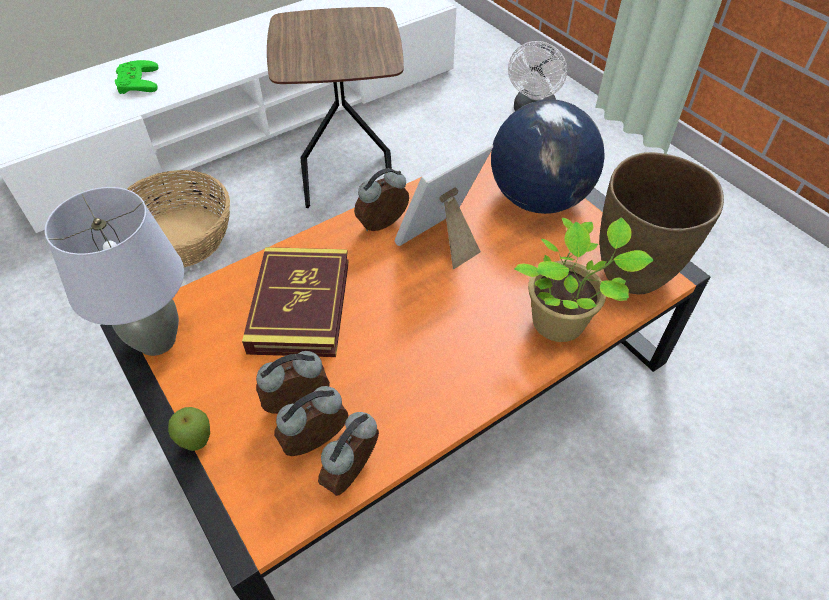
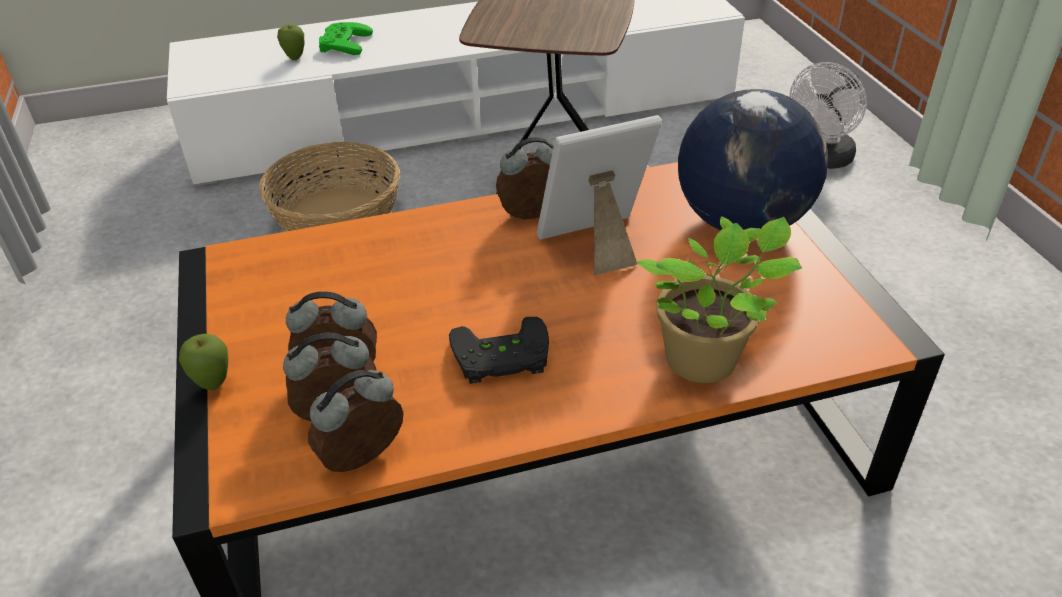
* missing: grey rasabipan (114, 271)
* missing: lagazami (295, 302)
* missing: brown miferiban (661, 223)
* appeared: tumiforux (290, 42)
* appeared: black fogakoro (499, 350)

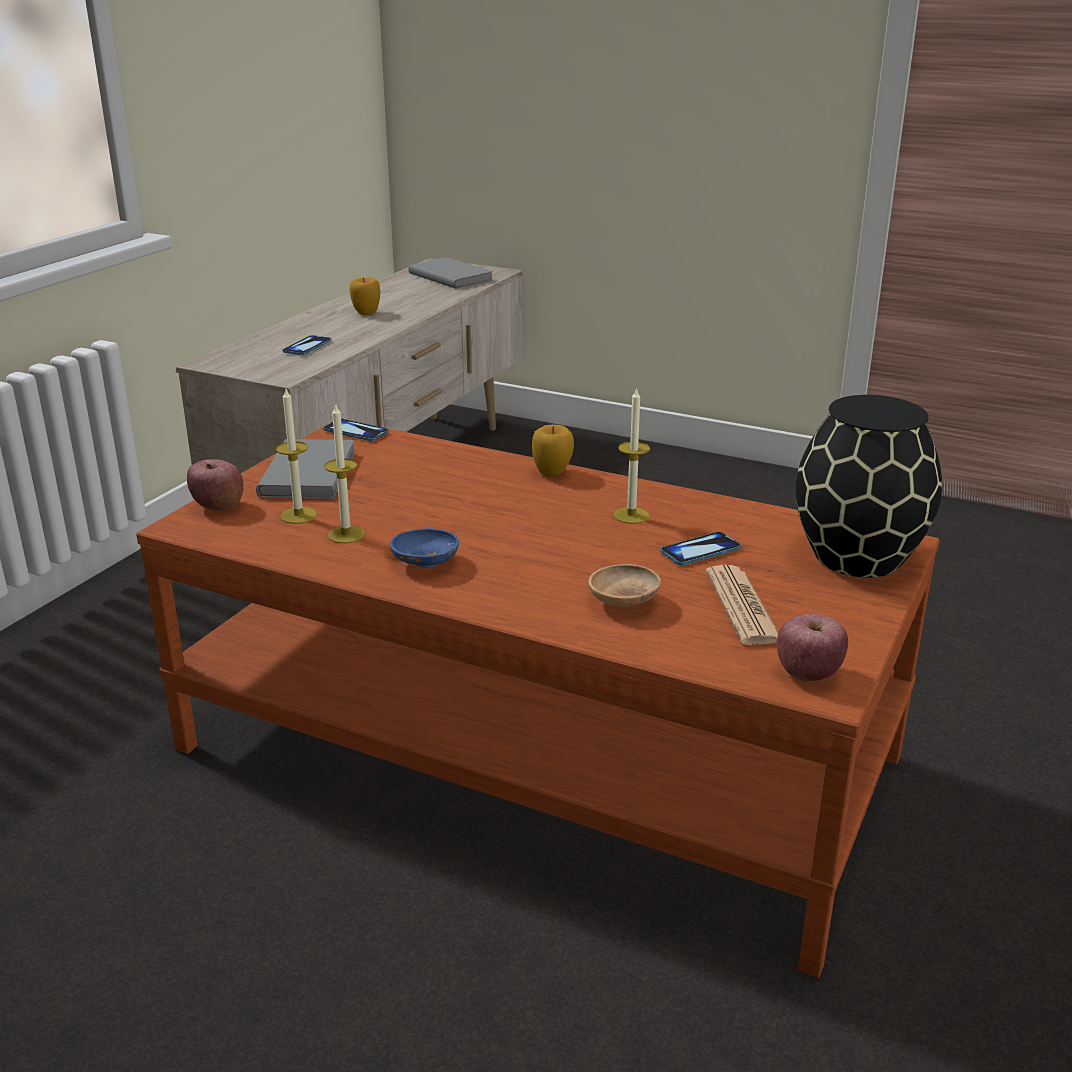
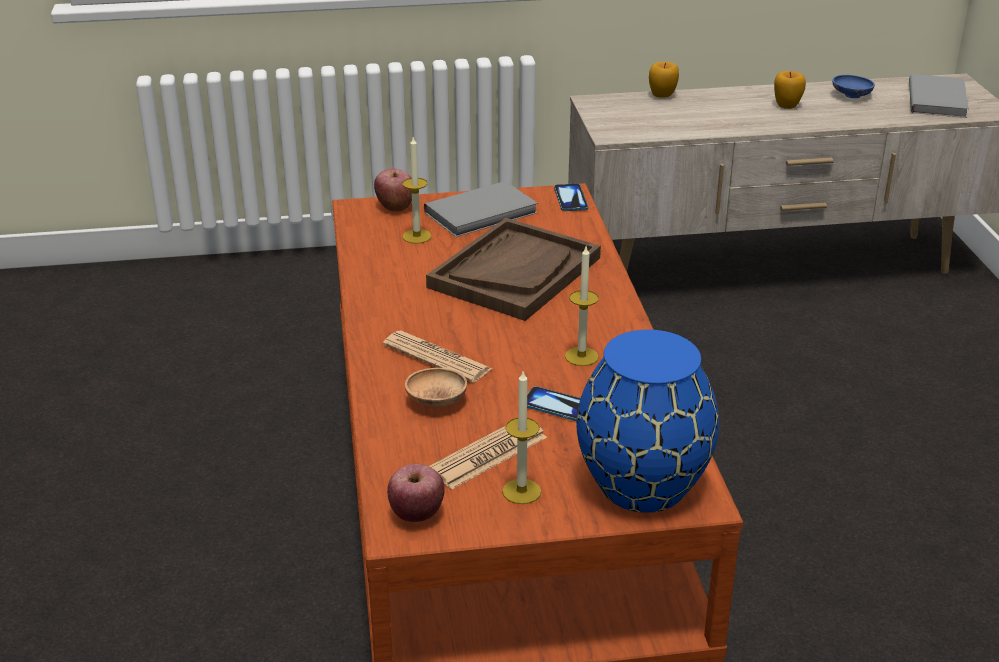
* missing: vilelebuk (307, 345)
* appeared: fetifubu (438, 357)
* appeared: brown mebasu (513, 269)
* relocated: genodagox (344, 473) to (521, 437)
* relocated: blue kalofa (424, 548) to (853, 86)
* relocated: tumiforux (553, 450) to (664, 80)
* colour: black miferiban (868, 486) to blue miferiban (647, 421)

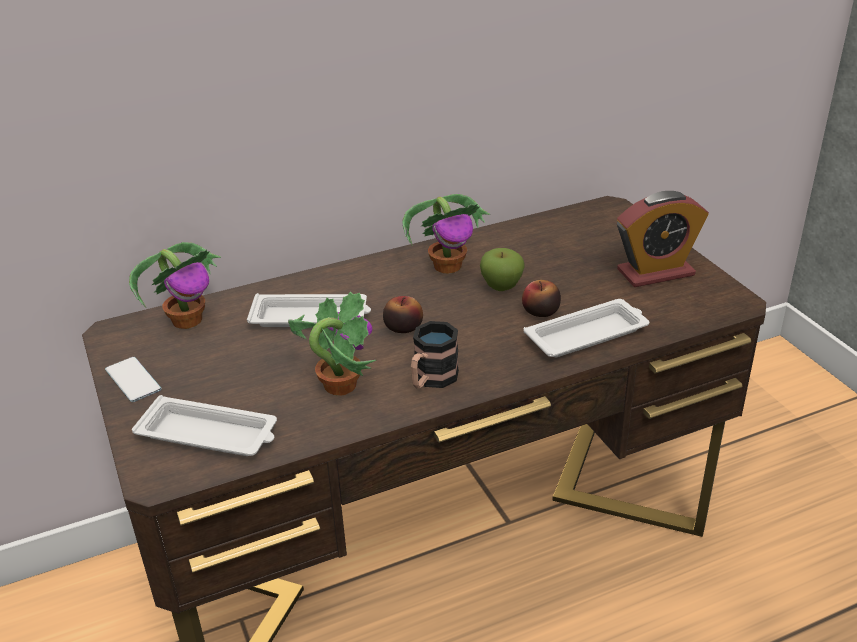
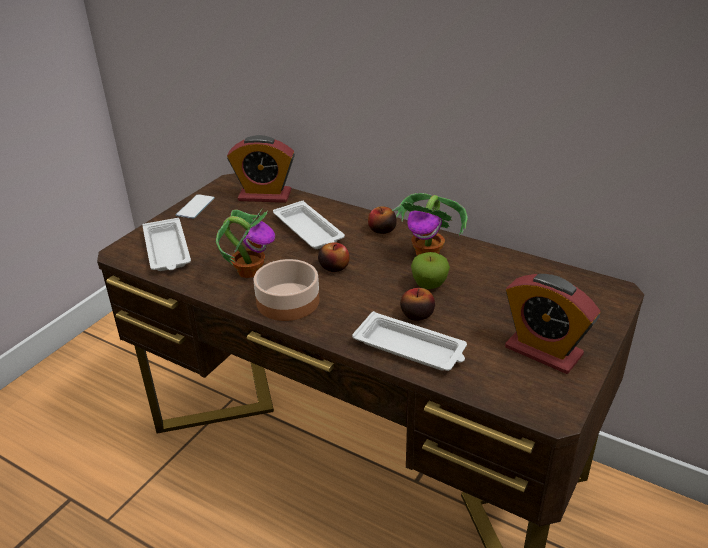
* appeared: tumiforux (382, 220)
* exchanged: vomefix (175, 285) to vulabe (261, 169)
* exchanged: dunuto (435, 355) to kalofa (286, 290)

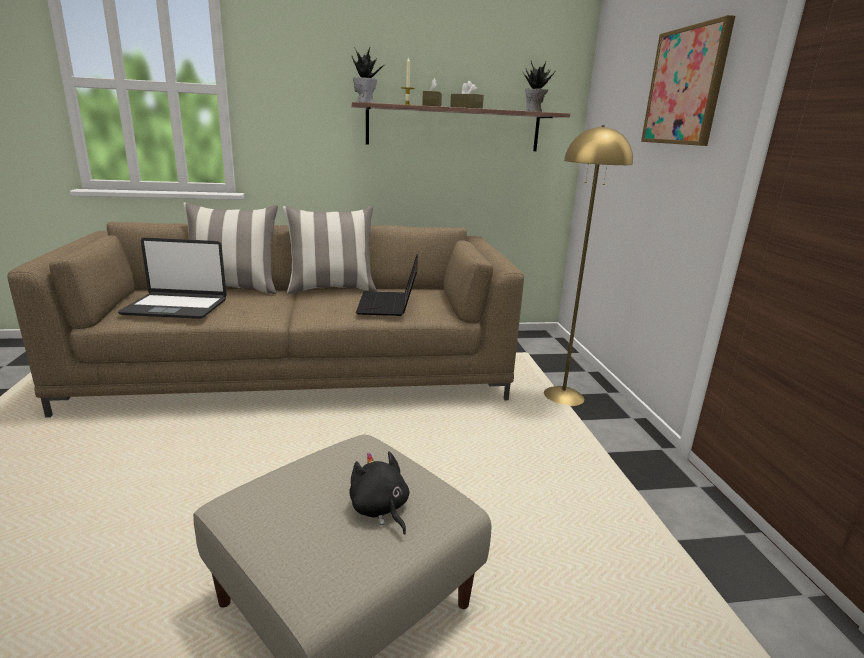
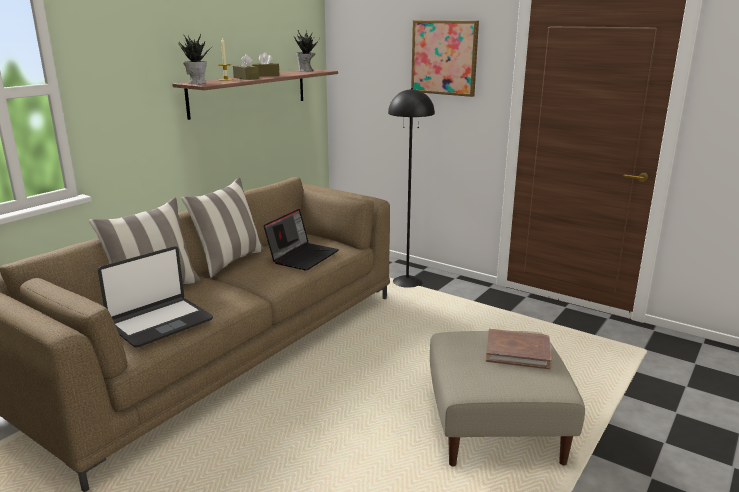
* exchanged: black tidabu (379, 492) to brown lagazami (518, 349)
* colour: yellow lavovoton (588, 265) to black lavovoton (411, 188)
* spun: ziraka (387, 285) = (301, 240) 105 degrees counterclockwise

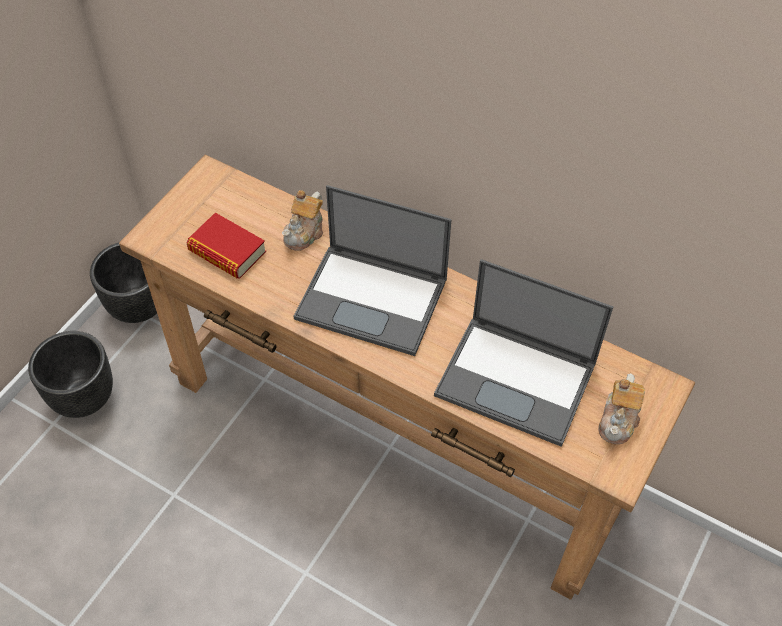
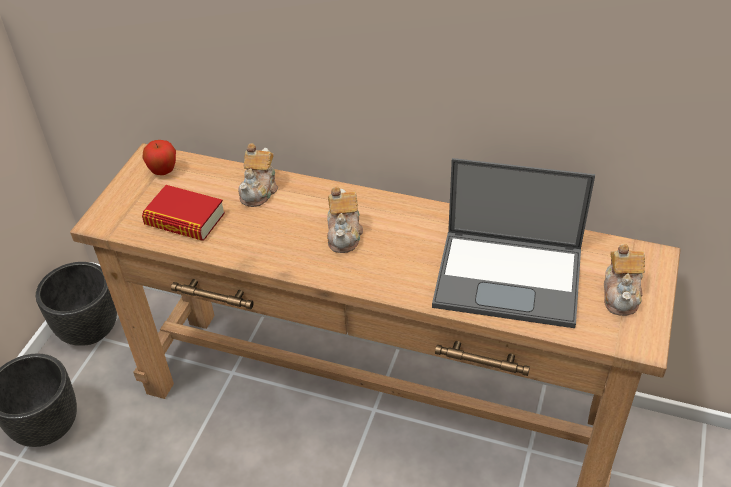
* appeared: tumiforux (159, 157)
* exchanged: ziraka (373, 270) to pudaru (345, 219)

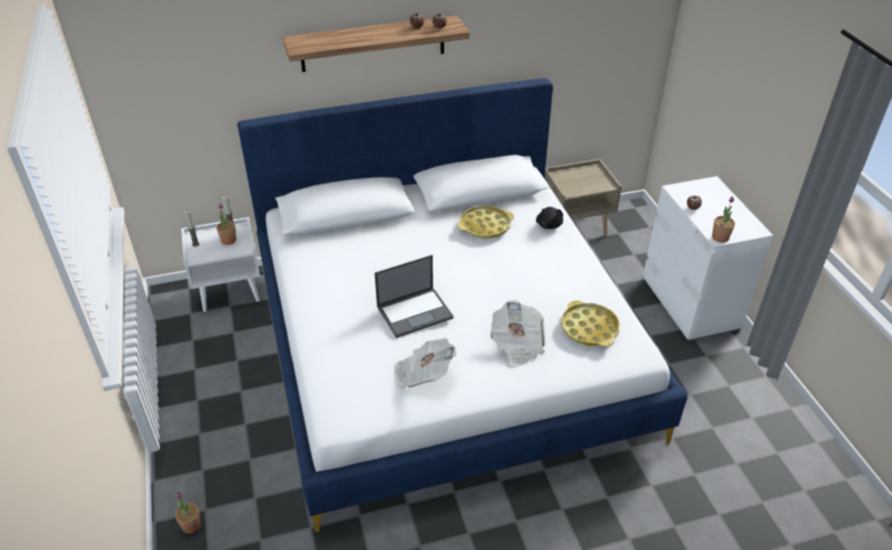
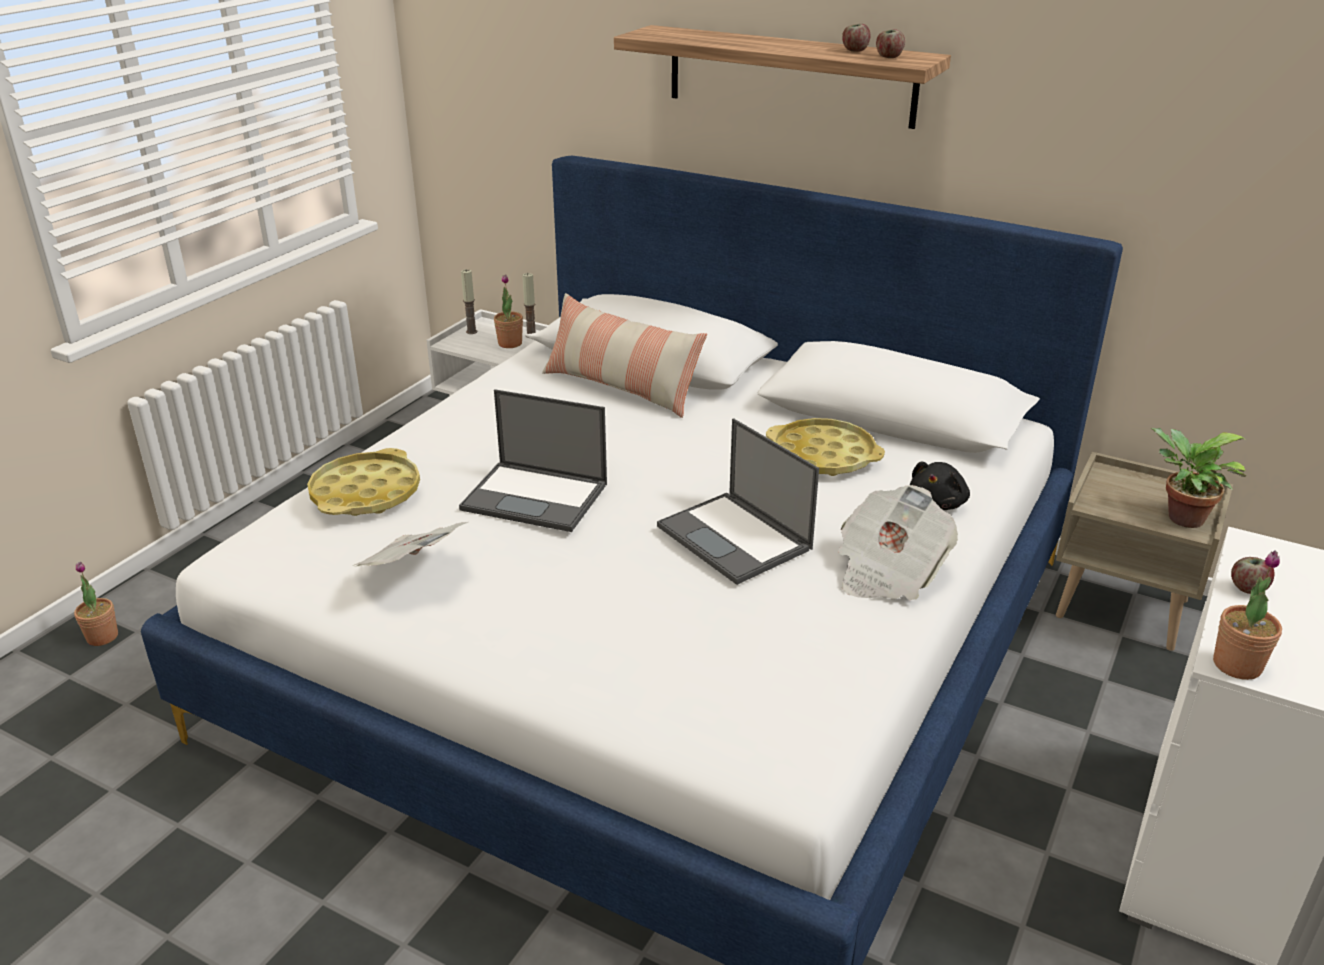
* appeared: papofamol (624, 355)
* appeared: ziraka (738, 501)
* appeared: vomefix (1198, 478)
* relocated: fetifubu (517, 333) to (898, 542)
* relocated: yellow mebasu (590, 323) to (363, 482)

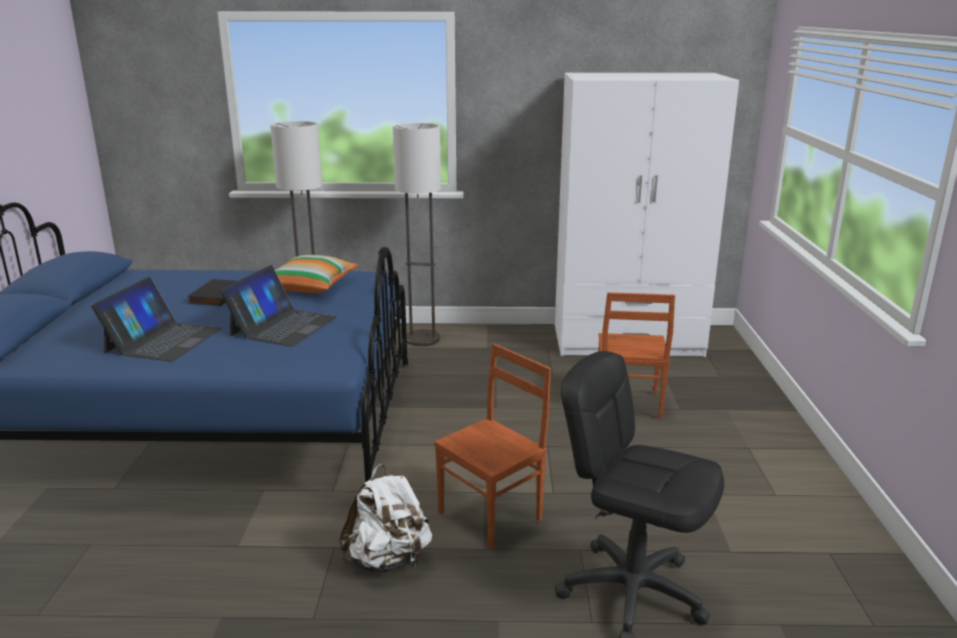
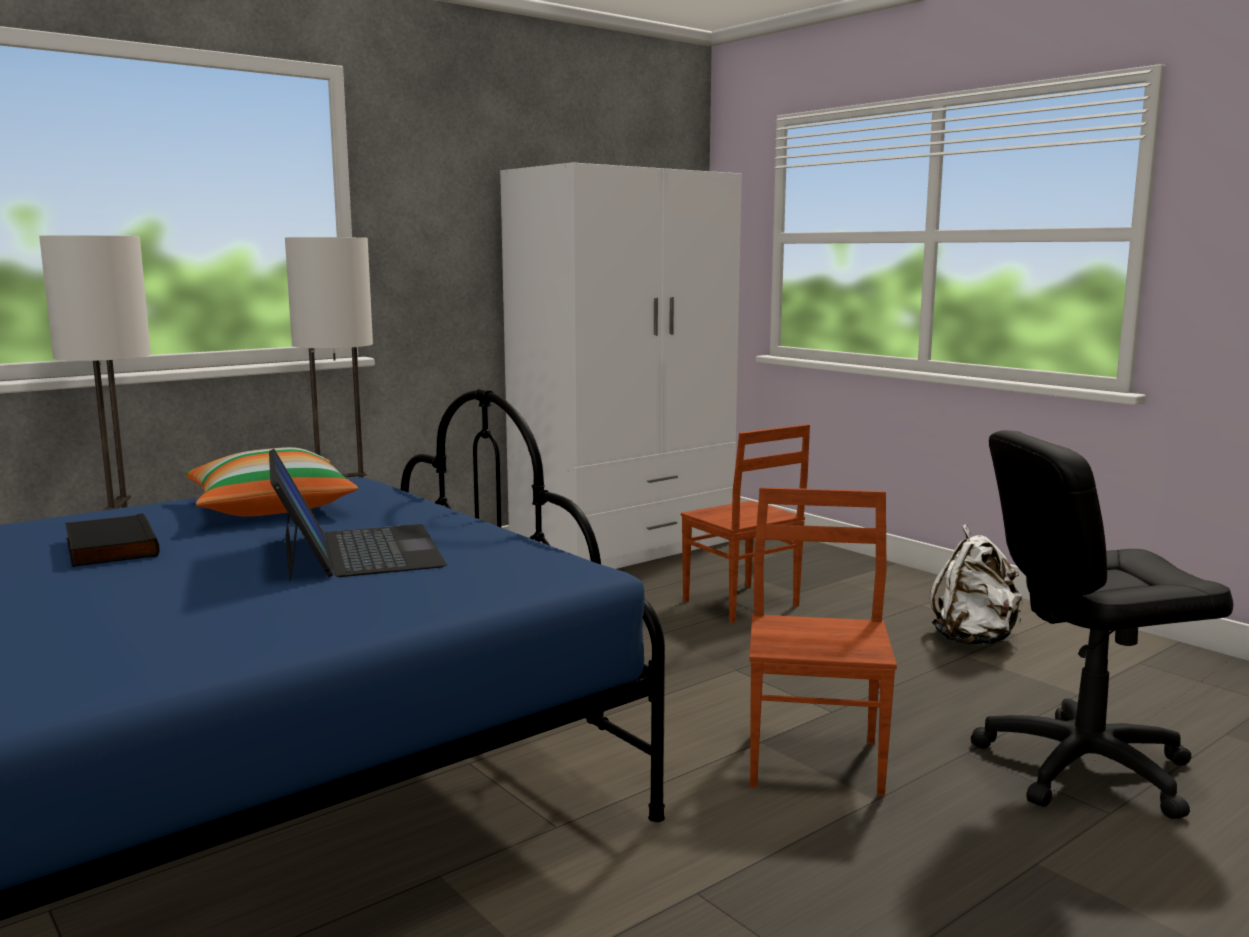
* missing: ziraka (156, 319)
* relocated: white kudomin (385, 518) to (976, 585)

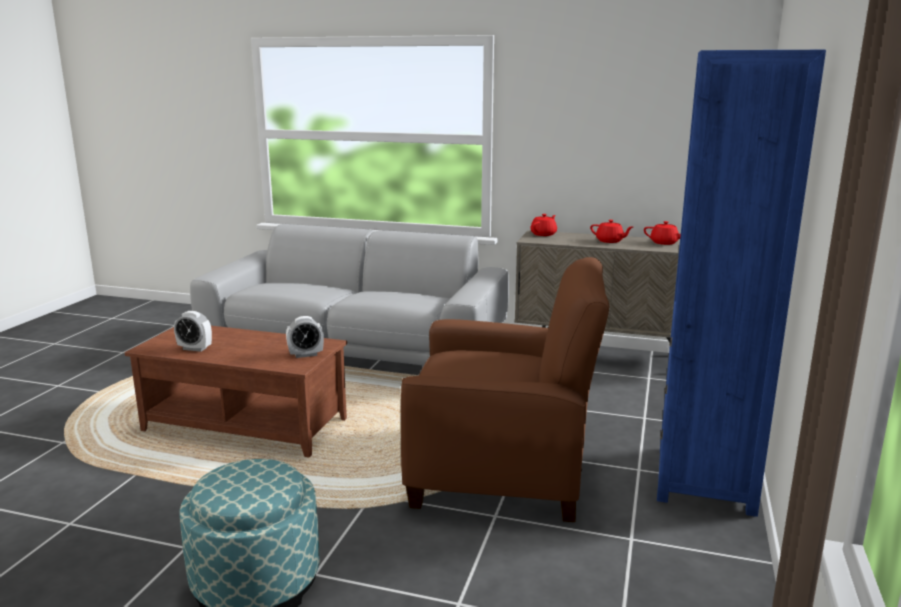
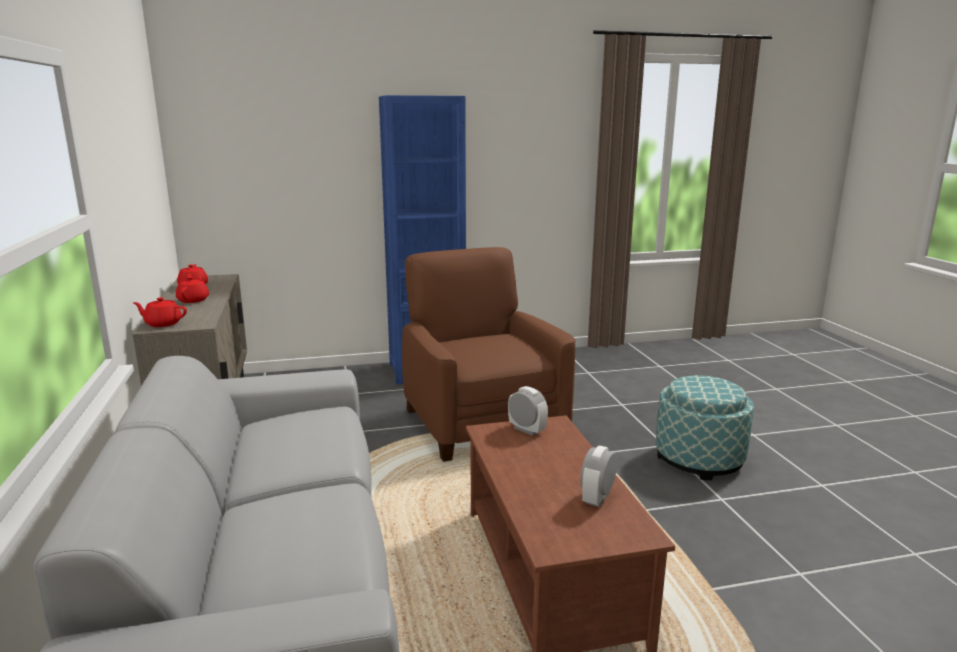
* spun: vulabe (193, 331) = (598, 476) 135 degrees counterclockwise

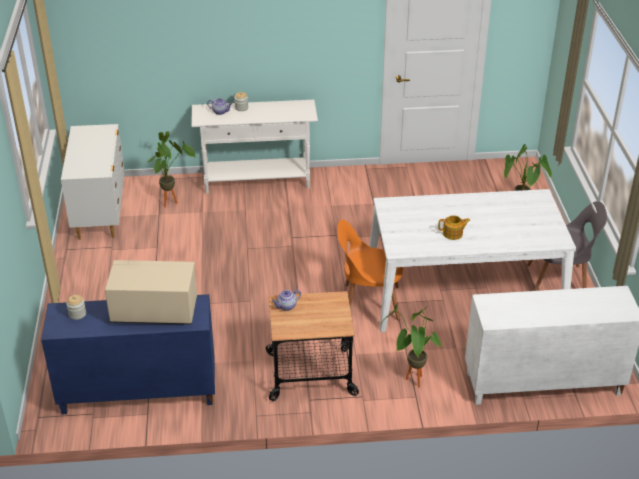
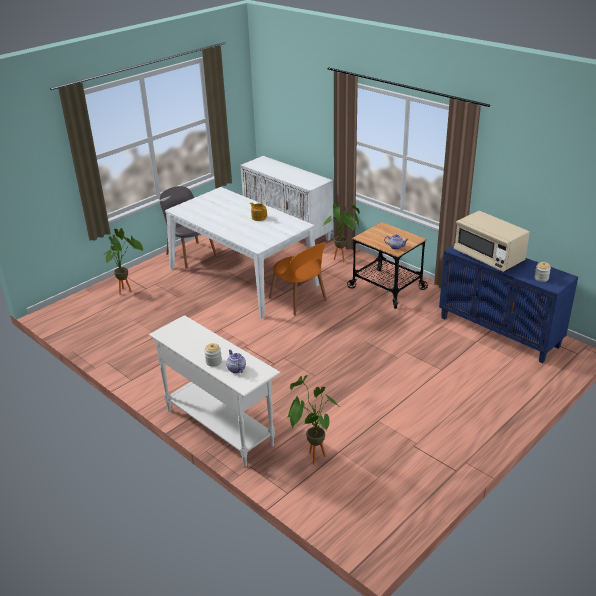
* missing: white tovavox (93, 182)

